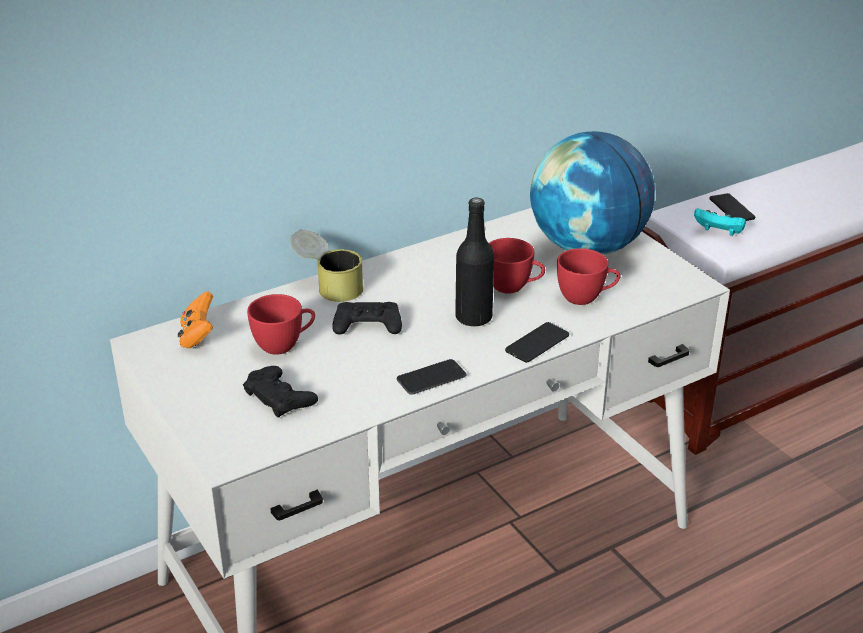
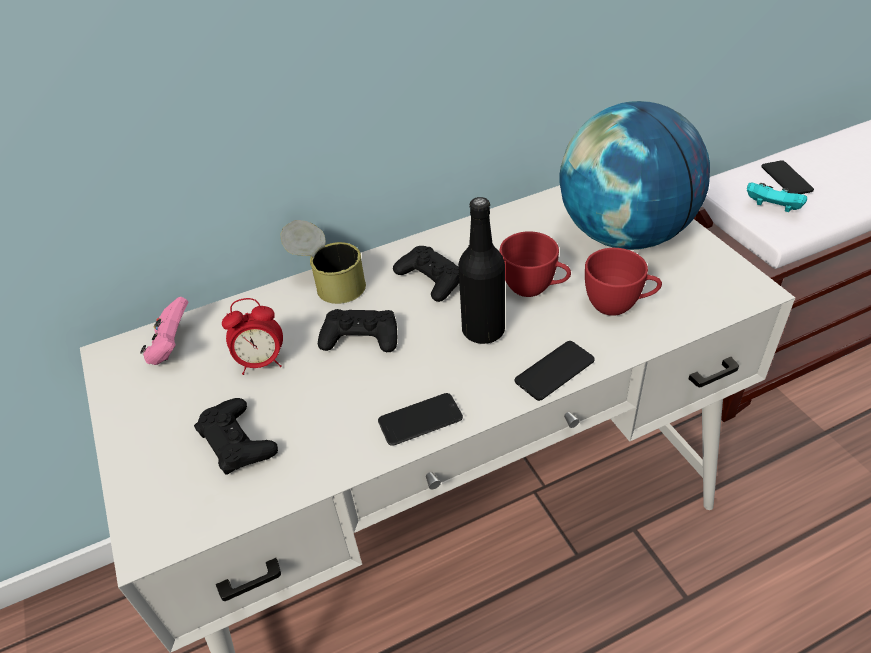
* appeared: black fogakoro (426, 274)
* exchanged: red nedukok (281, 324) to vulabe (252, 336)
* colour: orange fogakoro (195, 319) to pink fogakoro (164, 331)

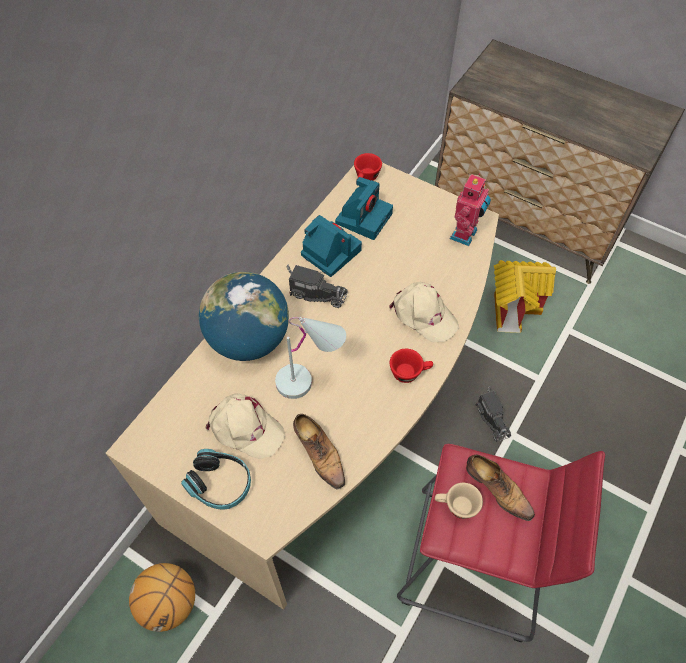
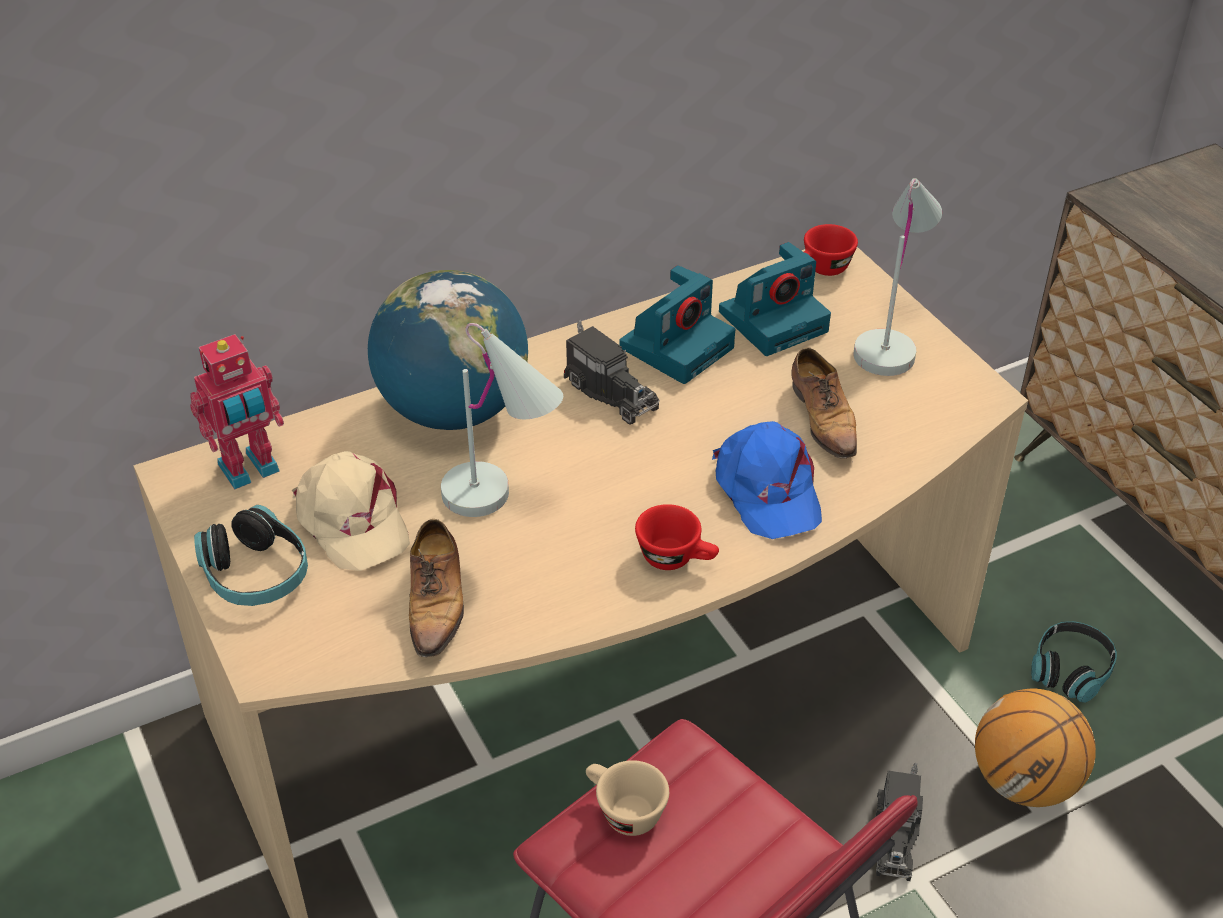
* appeared: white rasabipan (898, 277)
* relocated: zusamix (162, 597) to (1035, 748)
* relocated: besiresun (470, 210) to (237, 411)
* relocated: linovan (500, 487) to (824, 403)
* exchanged: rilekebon (525, 296) to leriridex (1074, 662)
* colour: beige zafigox (424, 312) to blue zafigox (767, 480)
* spun: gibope (331, 246) = (677, 324) 60 degrees clockwise

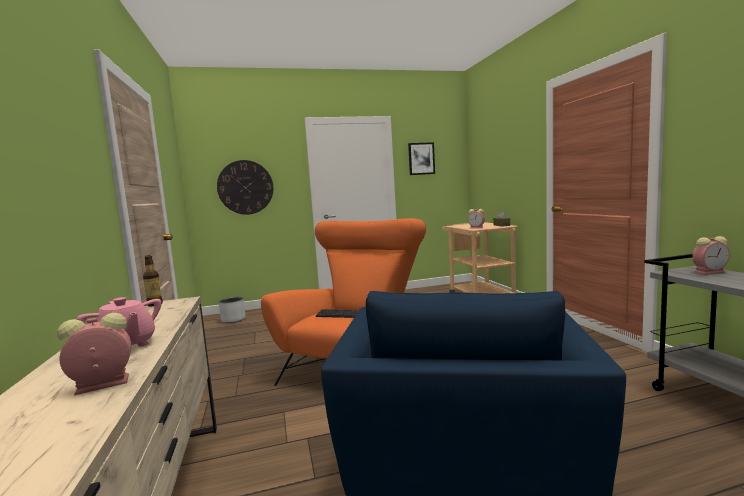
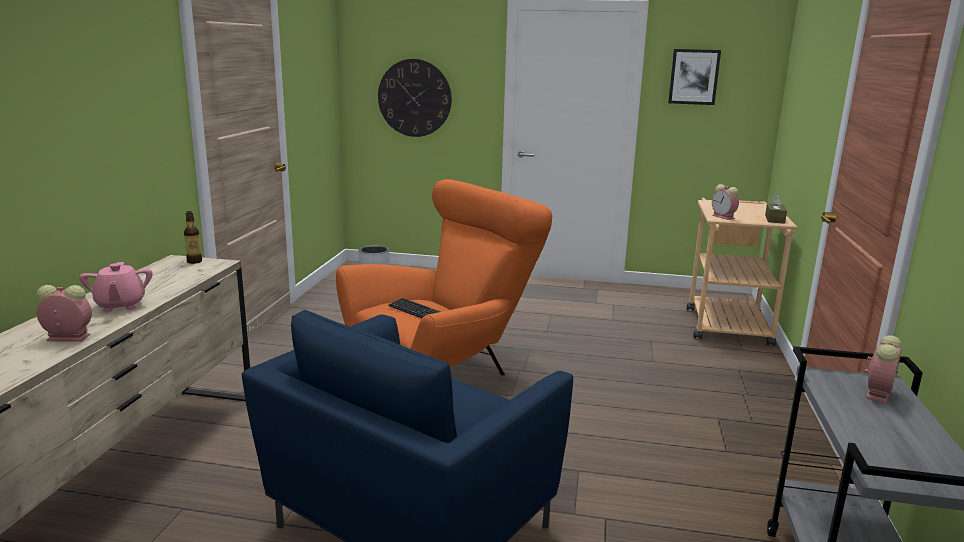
* spun: vulabe (711, 255) = (883, 369) 75 degrees counterclockwise

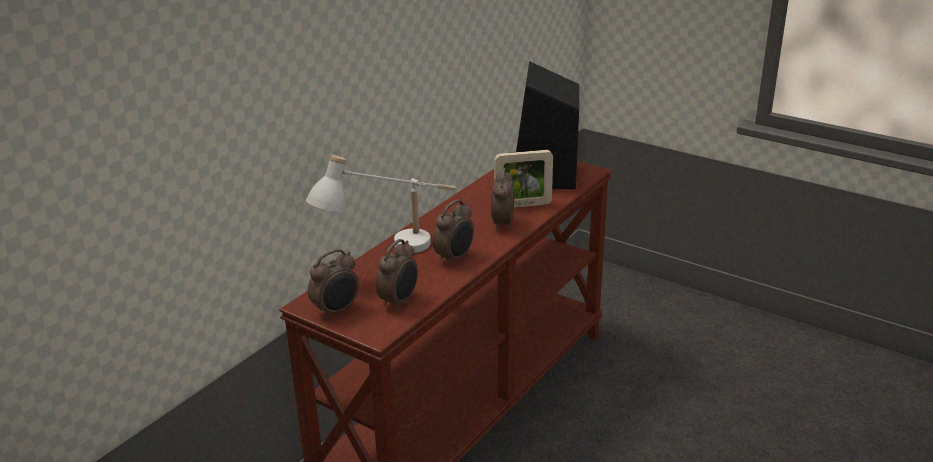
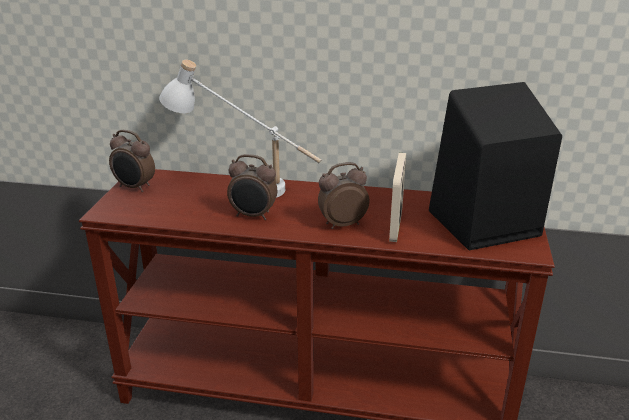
* missing: vulabe (397, 275)
* spun: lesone (523, 178) = (397, 197) 45 degrees clockwise

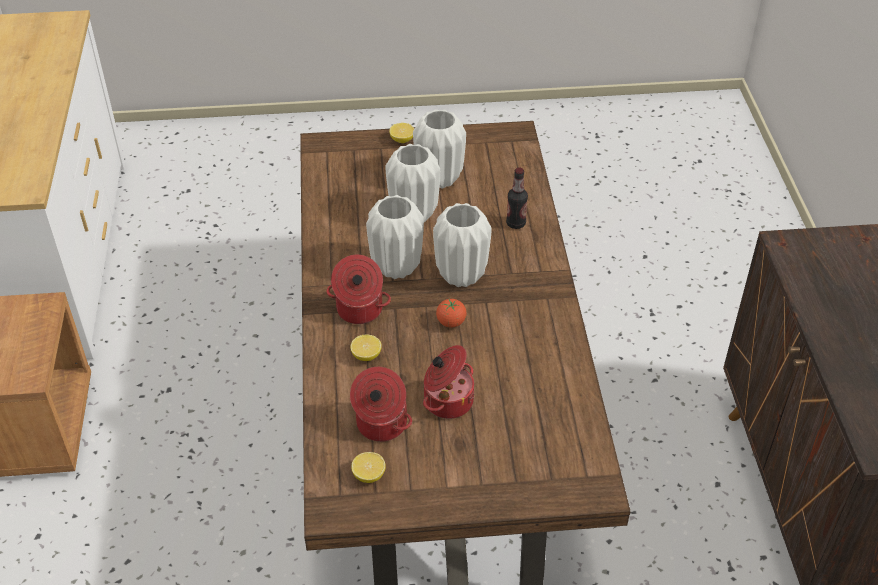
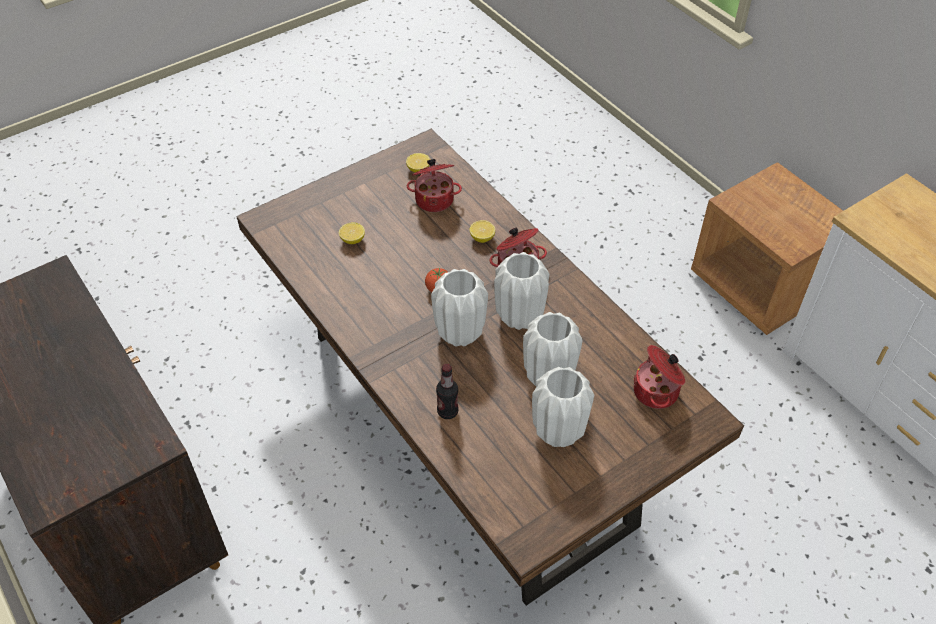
* relocated: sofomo (401, 133) to (352, 233)
* relocated: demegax (448, 382) to (659, 377)

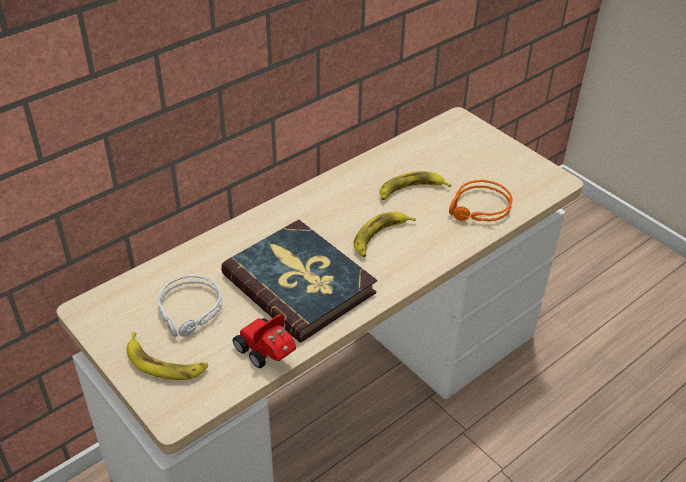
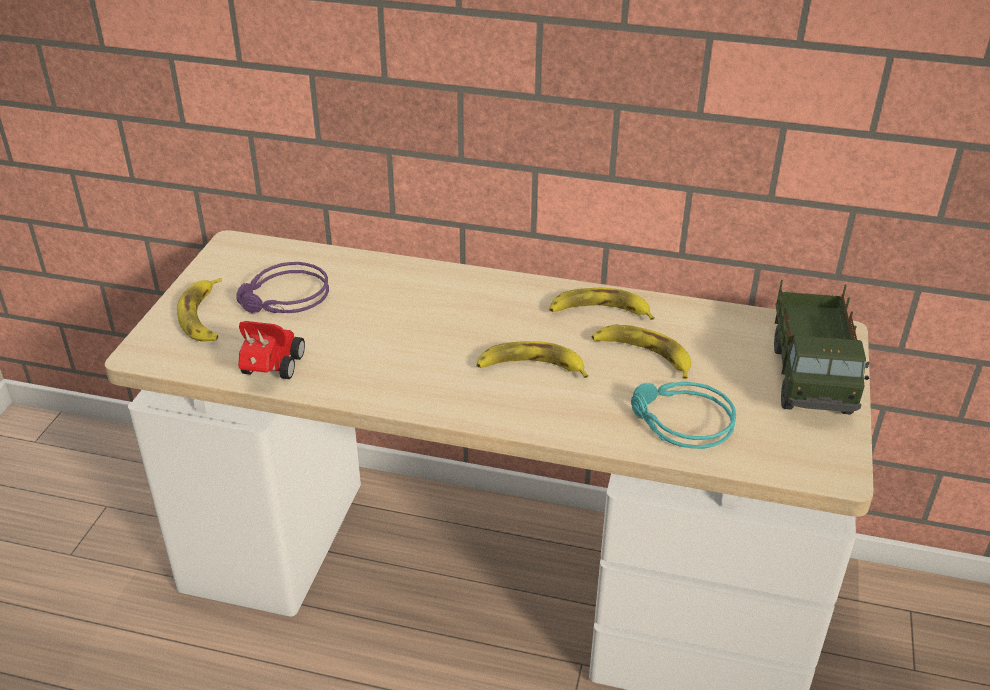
* missing: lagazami (299, 281)
* appeared: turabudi (602, 304)
* appeared: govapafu (821, 347)
* colour: grey leriridex (190, 306) to purple leriridex (282, 288)
* colour: orange leriridex (481, 200) to turquoise leriridex (683, 415)

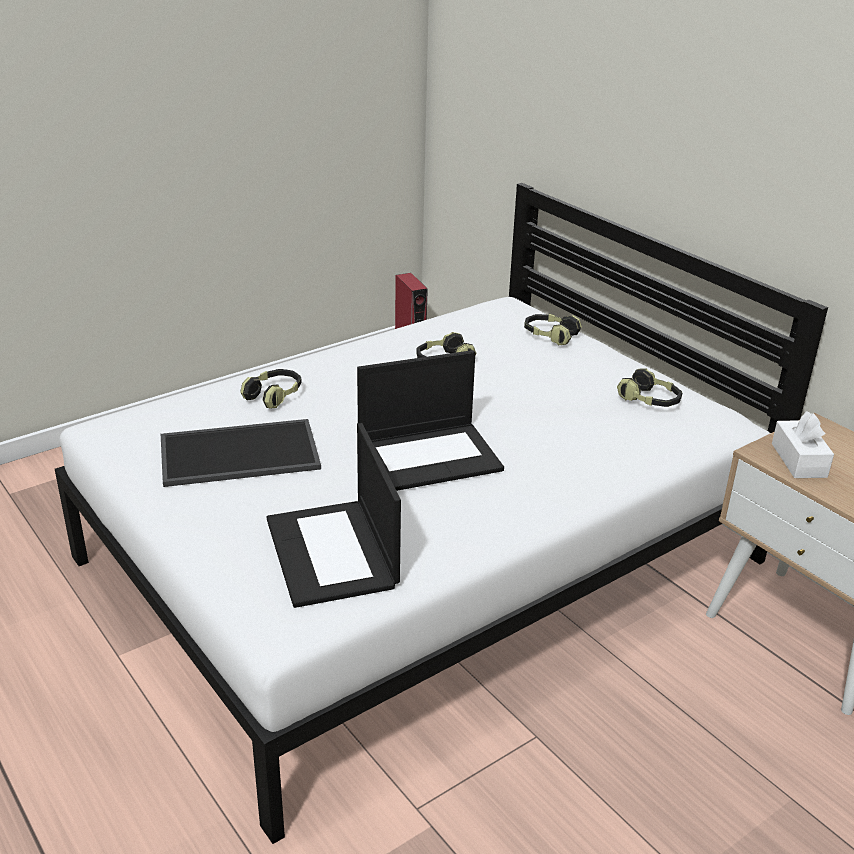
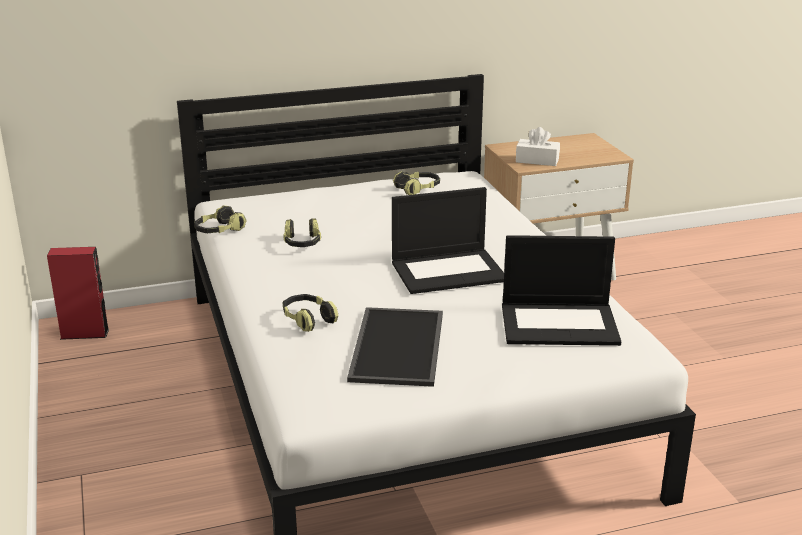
* relocated: leriridex (553, 329) to (220, 219)
* spun: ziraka (430, 420) = (448, 240) 75 degrees clockwise

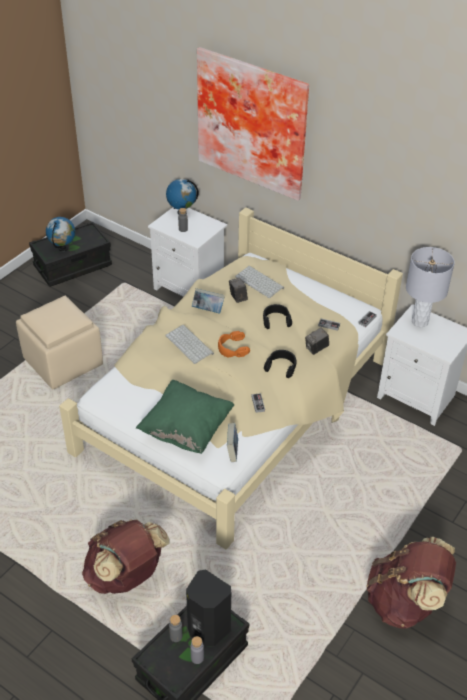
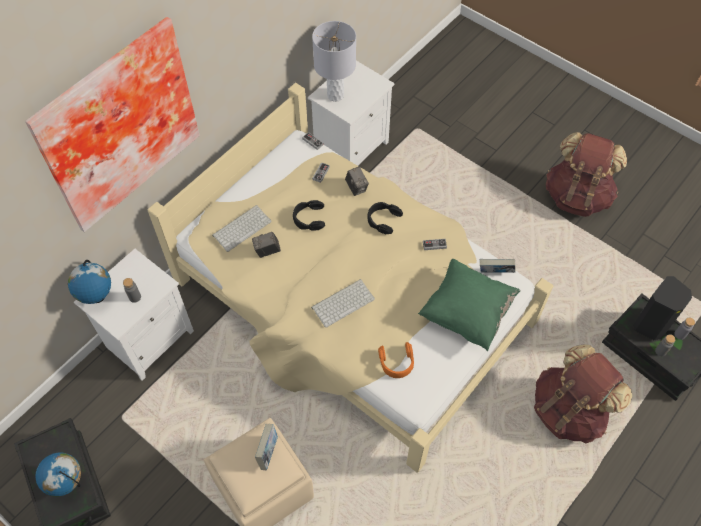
* relocated: lagazami (208, 300) to (266, 447)
* relocated: orange leriridex (234, 344) to (396, 360)

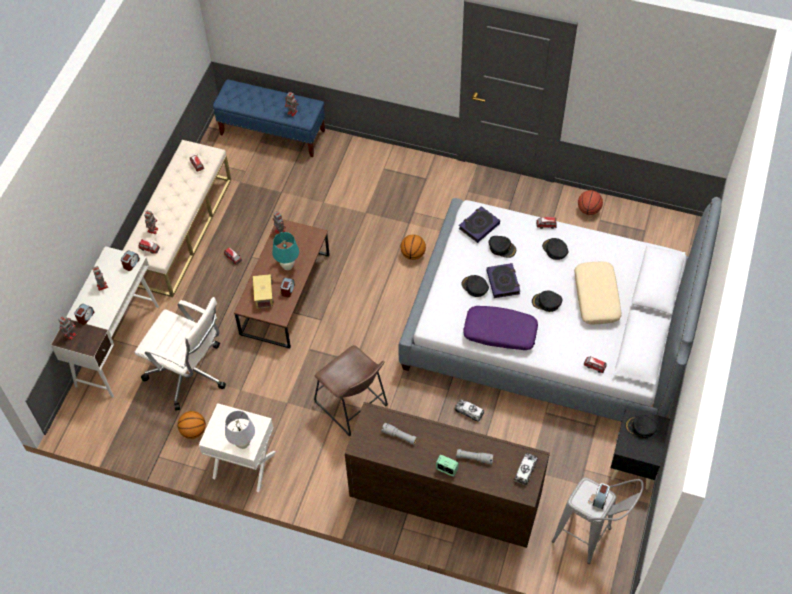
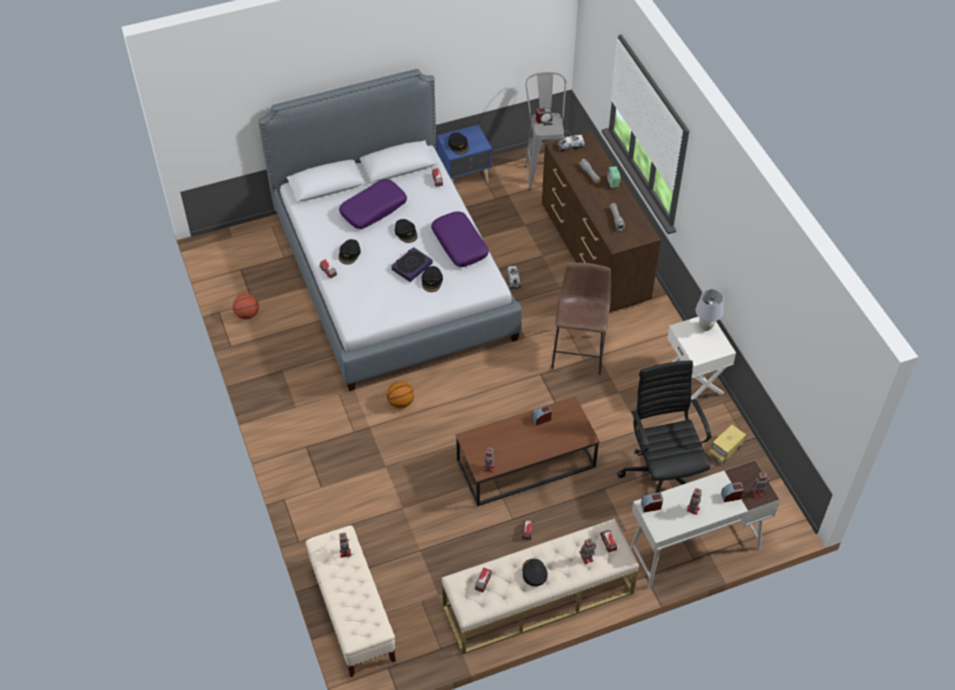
* missing: zusamix (192, 425)
* missing: turquoise rasabipan (285, 251)
* missing: lagazami (479, 224)
* relocated: govapafu (263, 291) to (727, 444)
* relocated: black zafigox (502, 247) to (535, 572)
* colour: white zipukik (180, 354) to black zipukik (664, 426)
* colour: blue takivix (269, 118) to beige takivix (350, 601)
* colour: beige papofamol (598, 292) to purple papofamol (373, 204)
* colour: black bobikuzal (640, 448) to blue bobikuzal (464, 154)

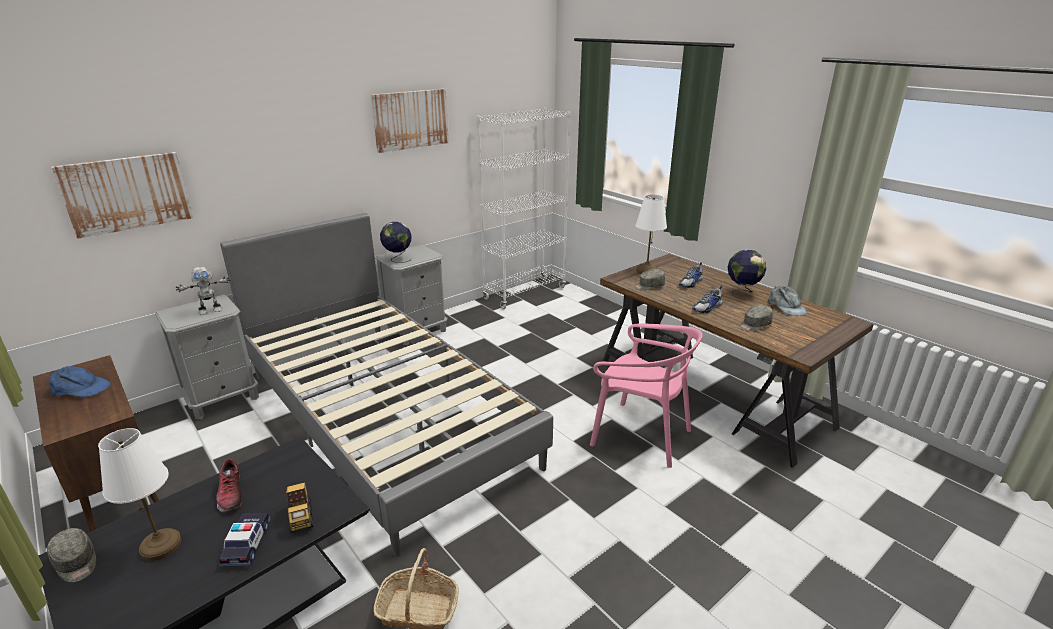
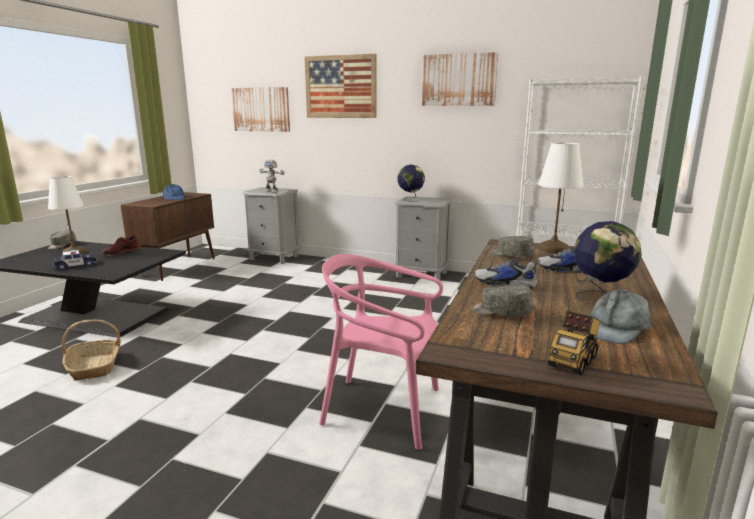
* missing: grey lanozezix (386, 385)
* appeared: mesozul (340, 86)
* relocated: govapafu (299, 507) to (574, 343)
* spun: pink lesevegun (646, 395) = (381, 352) 105 degrees clockwise

